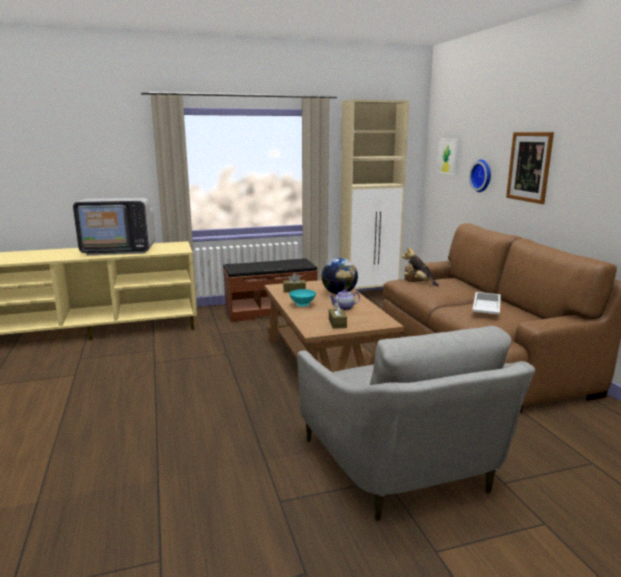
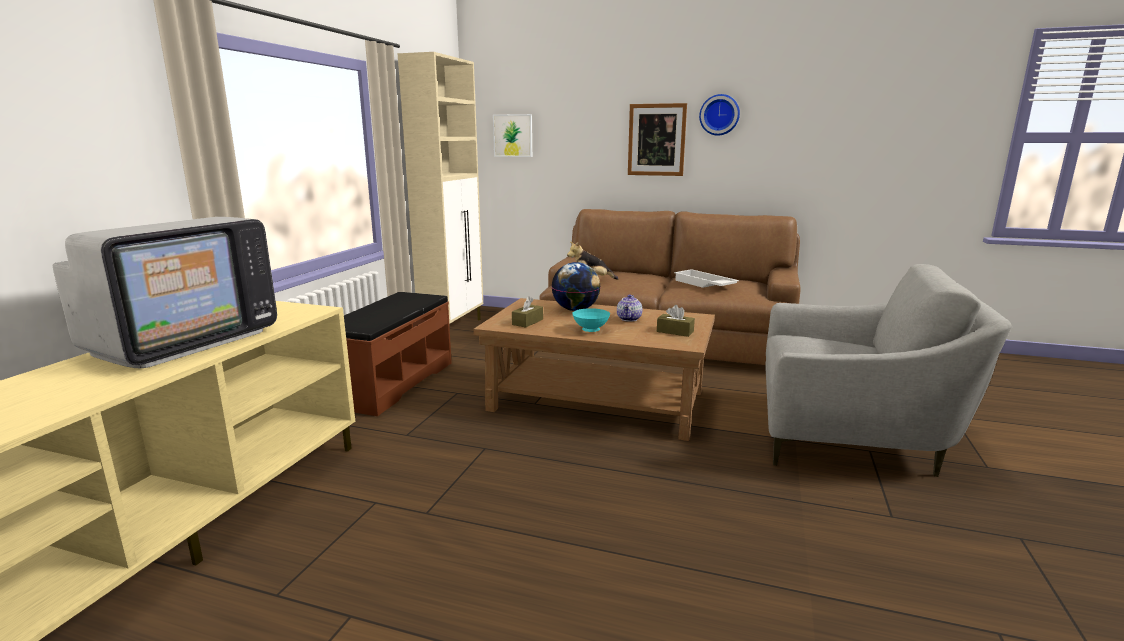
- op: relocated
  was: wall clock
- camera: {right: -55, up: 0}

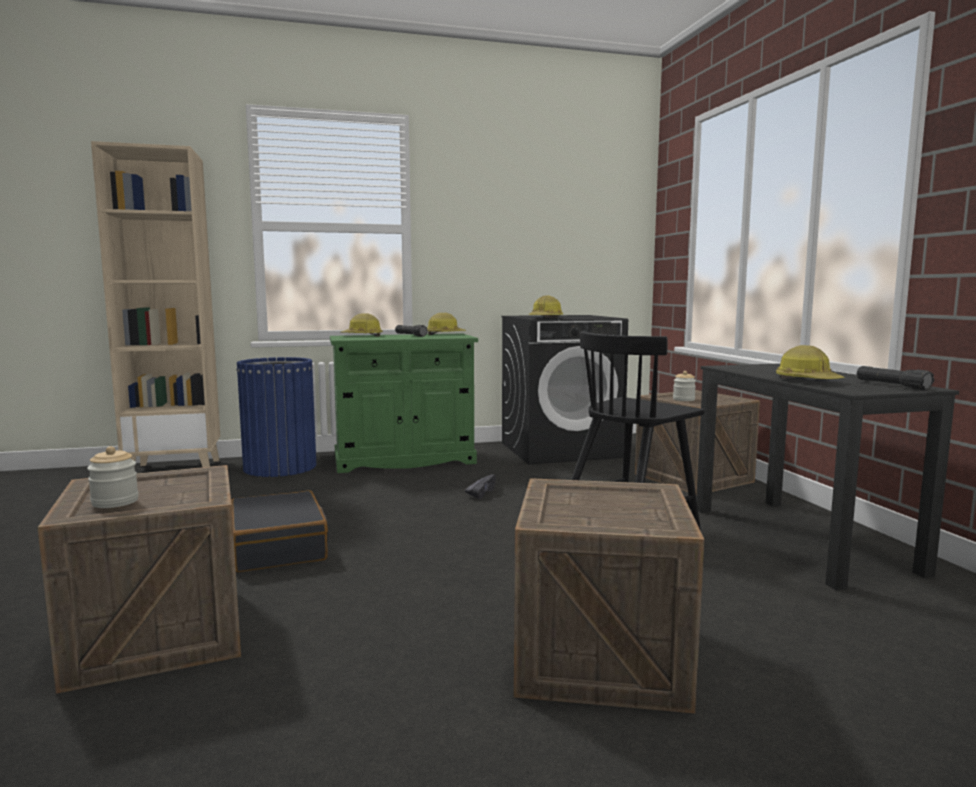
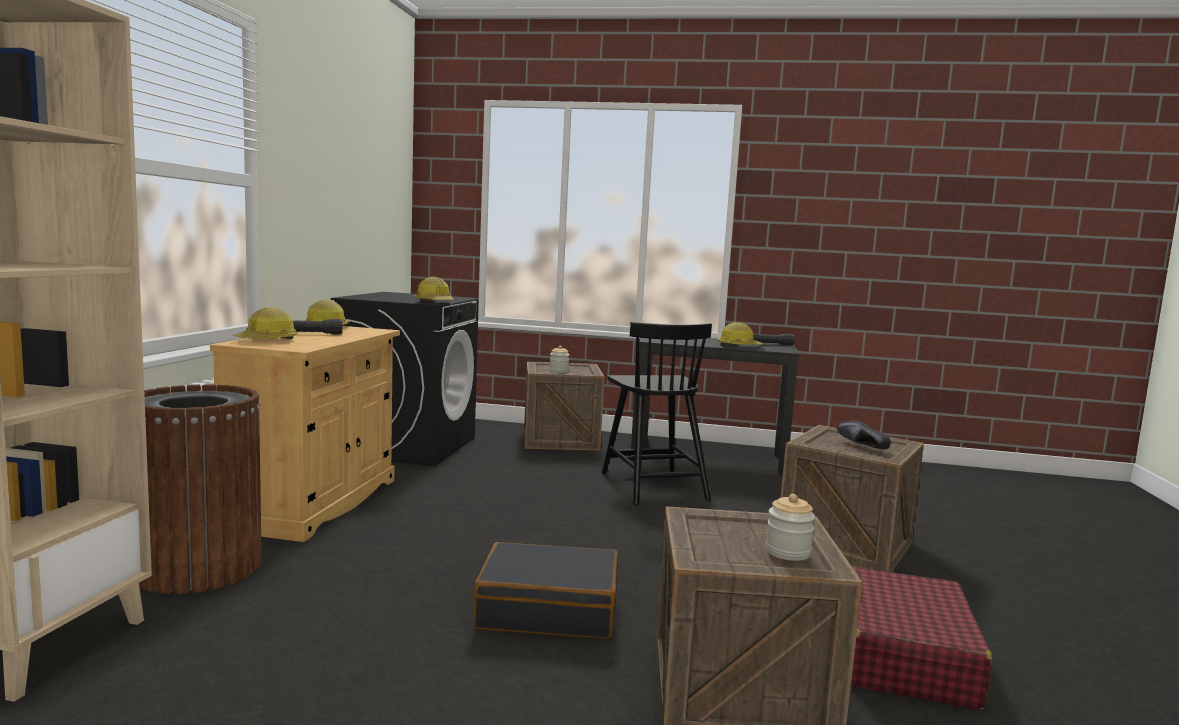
- op: colour
  was: trash can in blue
  now: trash can in brown
- op: colour
  was: cabinet in green
  now: cabinet in beige
- op: relocated
  was: shoe in black
- op: appeared
  now: suitcase in red
- camera: {right: -65, up: 0}

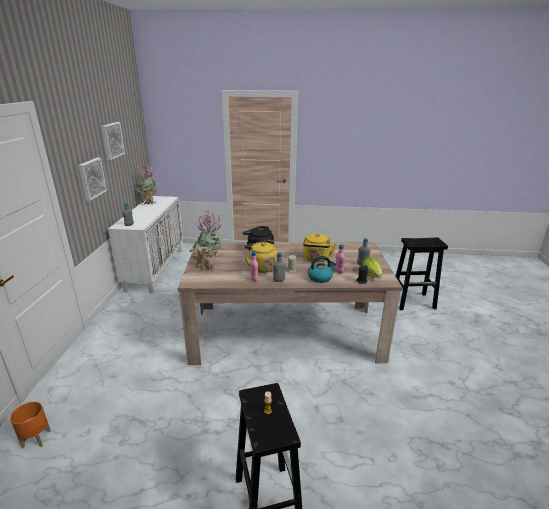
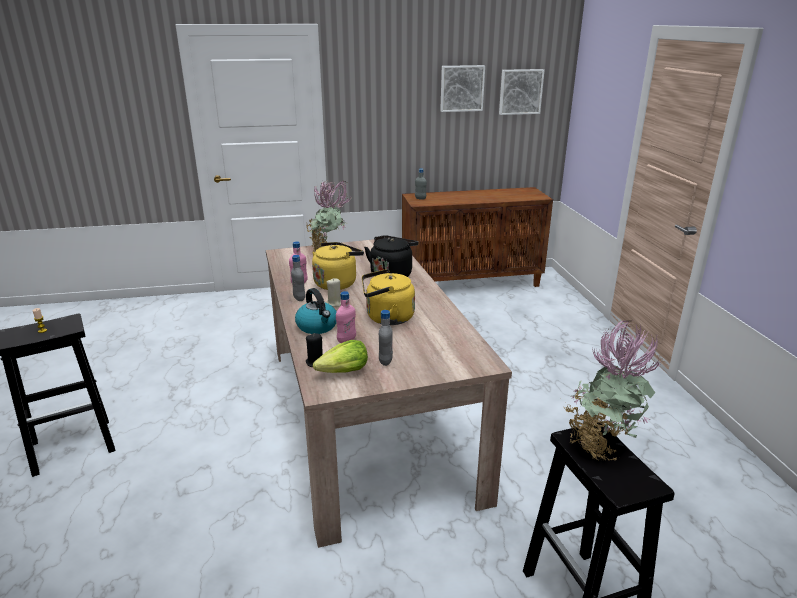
- op: colour
  was: cabinet in white
  now: cabinet in brown
- op: relocated
  was: picture (no. 1 from left in the first image)
  now: picture (no. 2 from left)
- op: relocated
  was: potted plant (no. 1 from left in the first image)
  now: potted plant (no. 2 from left)
- op: missing
  was: planter in orange
- camera: {right: 75, up: 0}

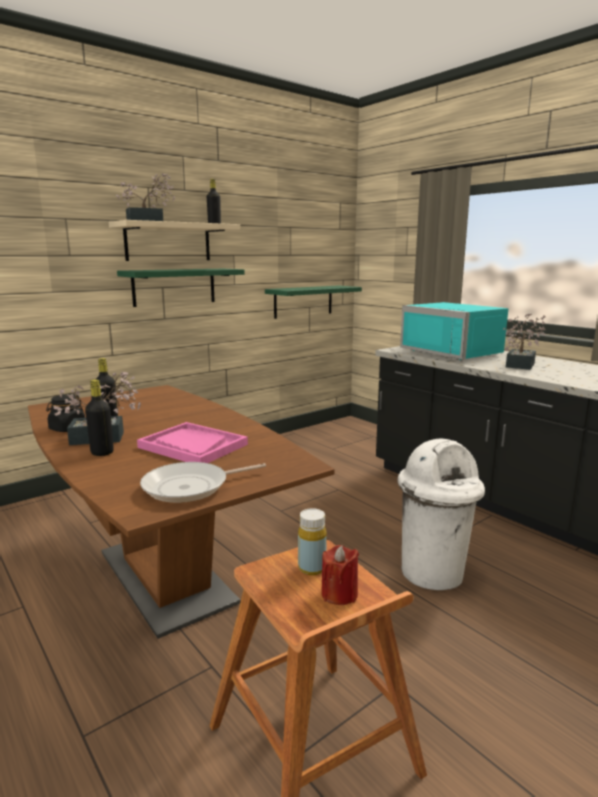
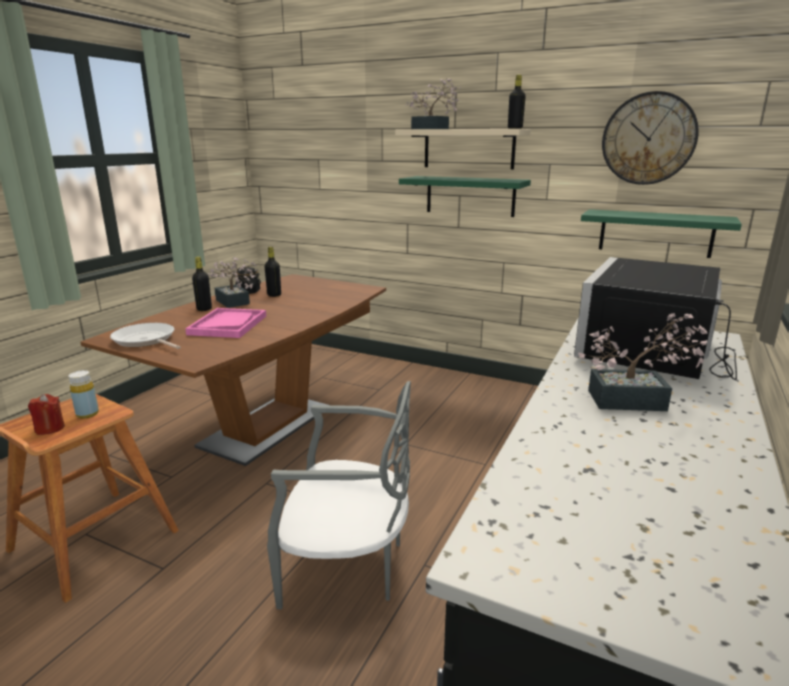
- op: exchanged
  was: trash can in white
  now: chair in grey
- op: colour
  was: microwave in turquoise
  now: microwave in black
- op: appeared
  now: wall clock
- camera: {right: 65, up: 5}

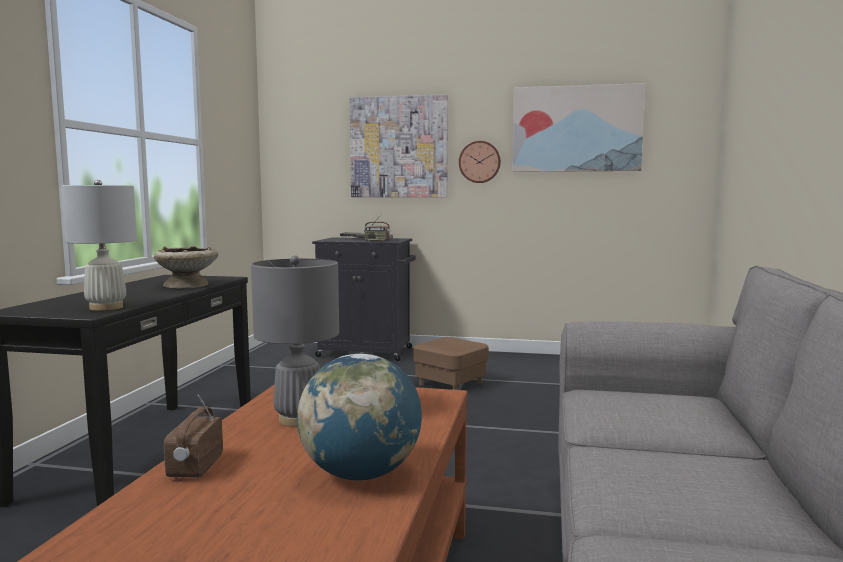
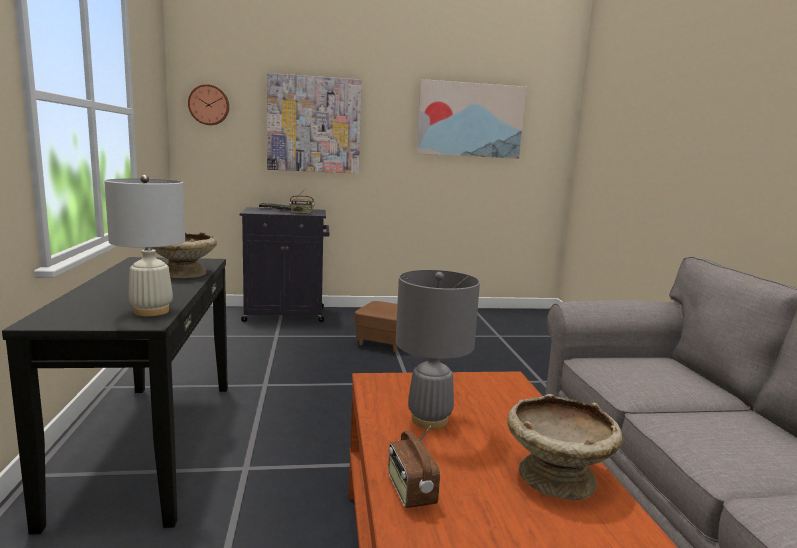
- op: relocated
  was: wall clock
- op: exchanged
  was: globe
  now: bowl in beige (no. 2 from left)
- camera: {right: -20, up: 5}

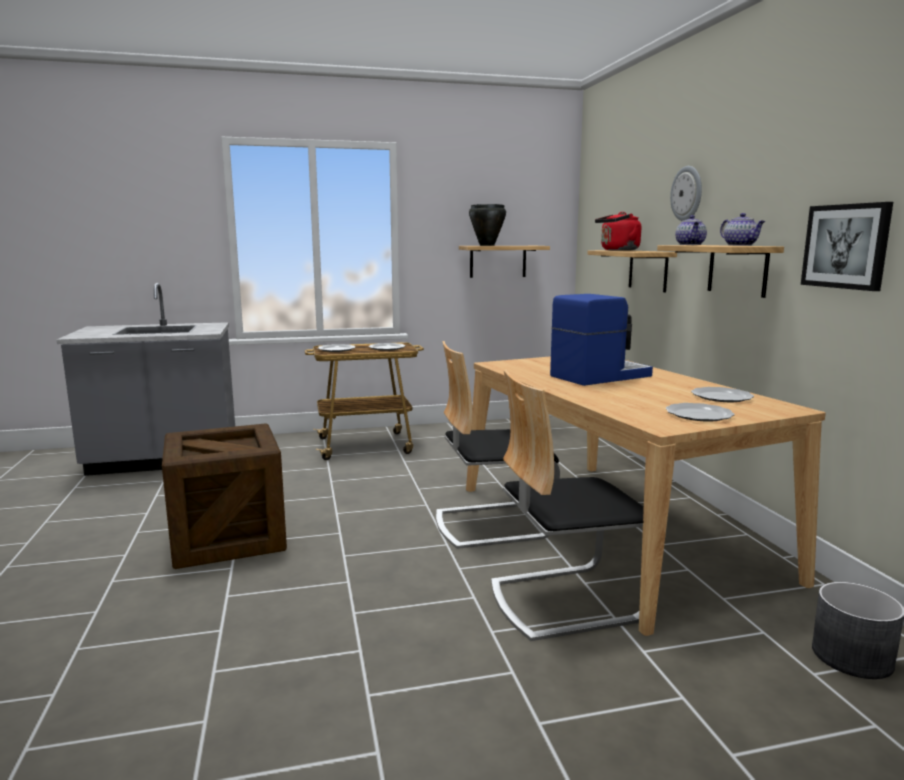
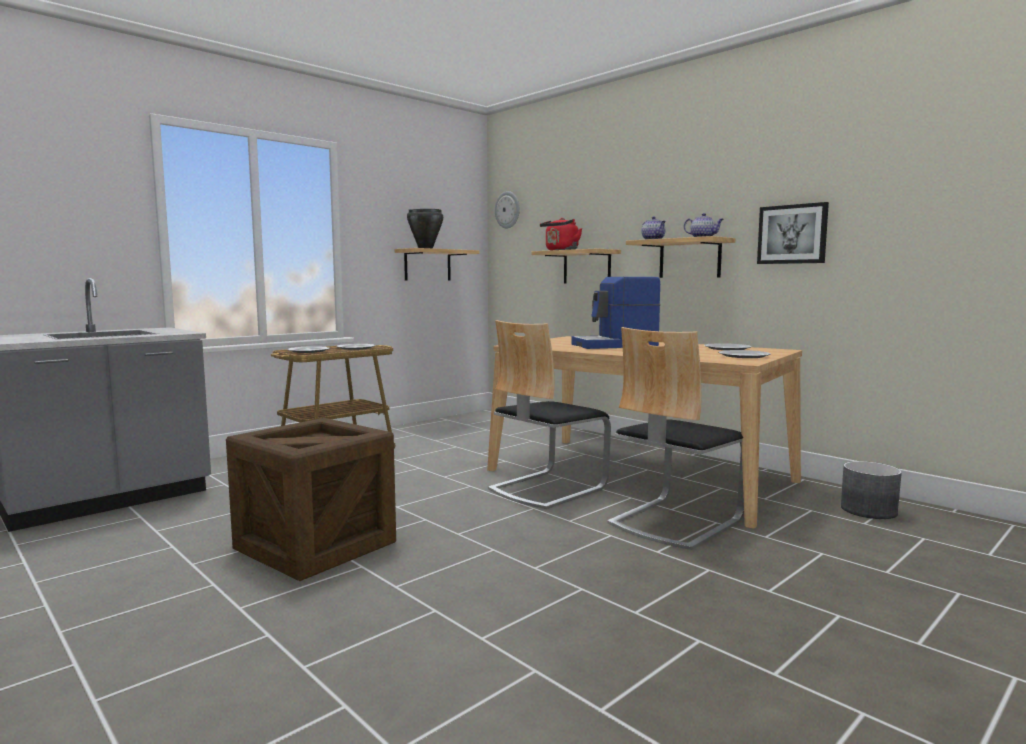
- op: relocated
  was: wall clock
- op: spun
  was: coffee machine
  clockwise: -135
- camera: {right: -30, up: -5}

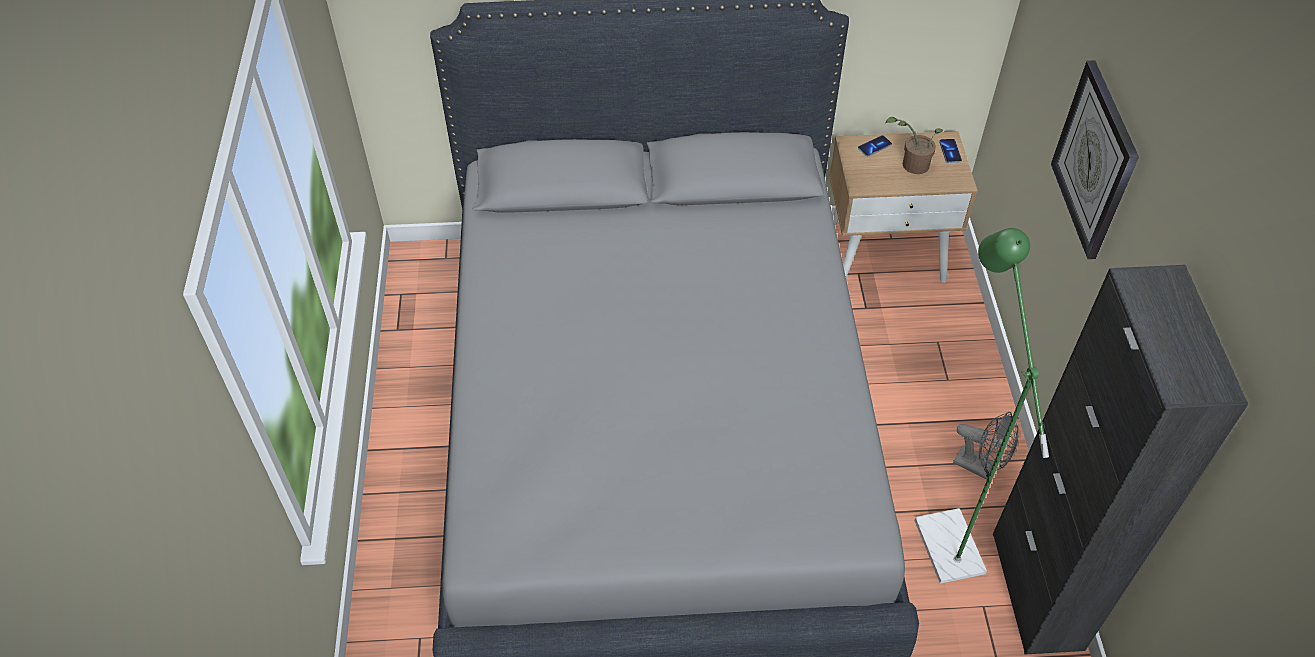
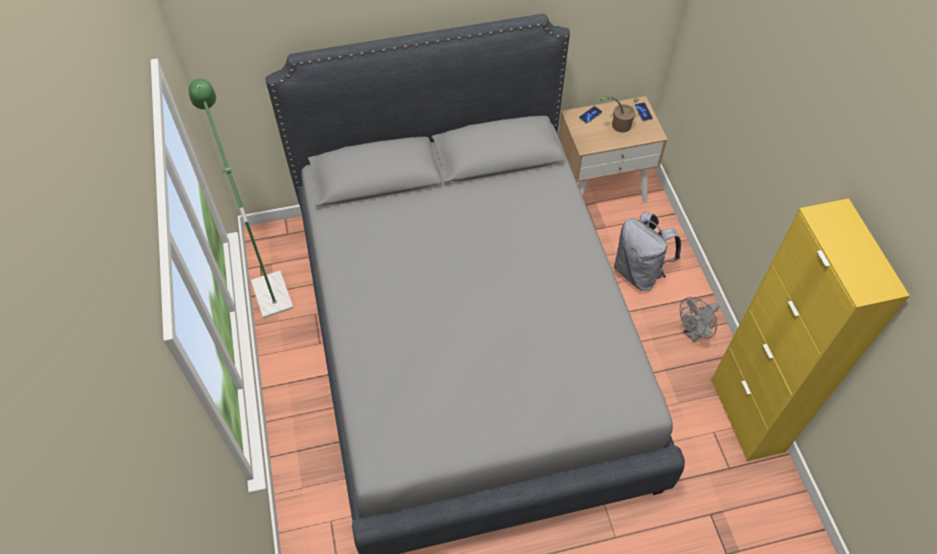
- op: relocated
  was: floor lamp in green
- op: appeared
  now: backpack in grey
- op: spun
  was: fan in grey
  clockwise: 120
- op: colour
  was: cabinet in black
  now: cabinet in yellow
- op: missing
  was: wall clock
- camera: {right: -10, up: 5}

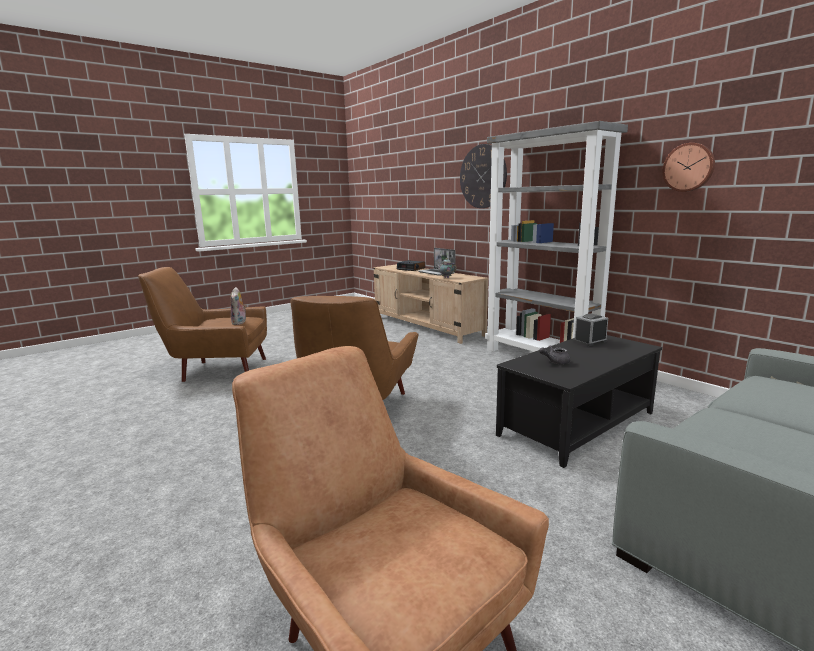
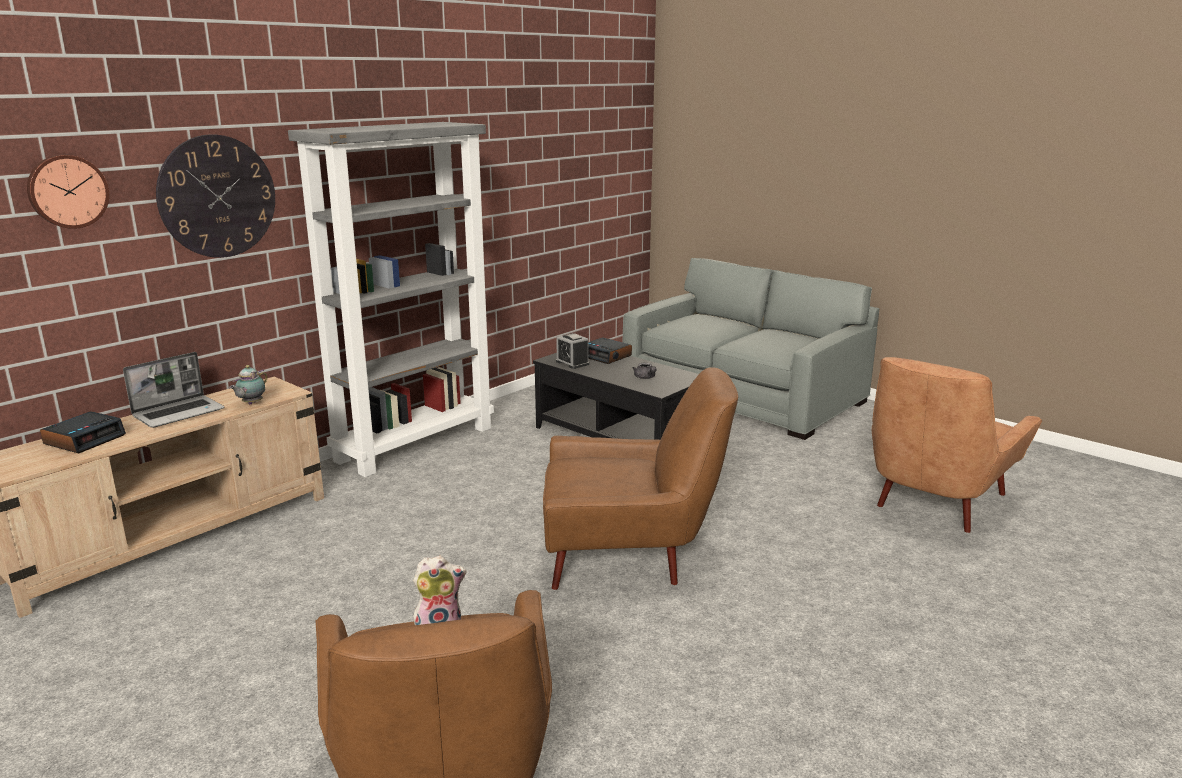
- op: relocated
  was: wall clock (no. 2 from left in the first image)
  now: wall clock (no. 1 from left)
- op: appeared
  now: alarm clock (no. 3 from left)
- camera: {right: -100, up: 5}

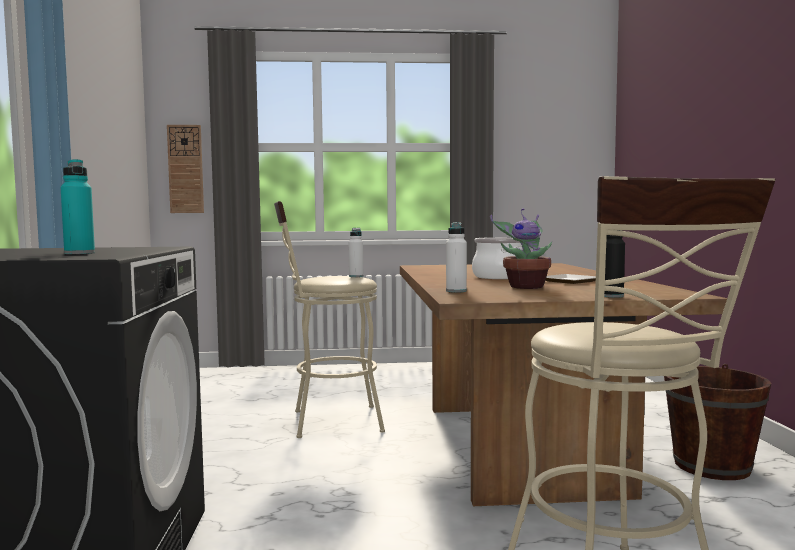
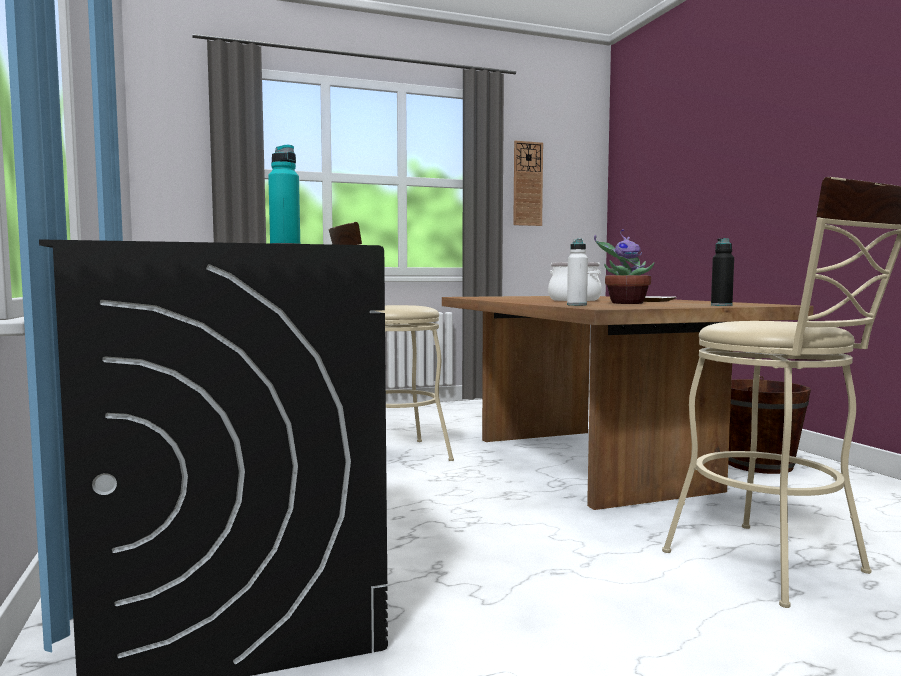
- op: relocated
  was: wall clock
- op: missing
  was: bottle in white (no. 1 from left)
- camera: {right: -15, up: 0}

